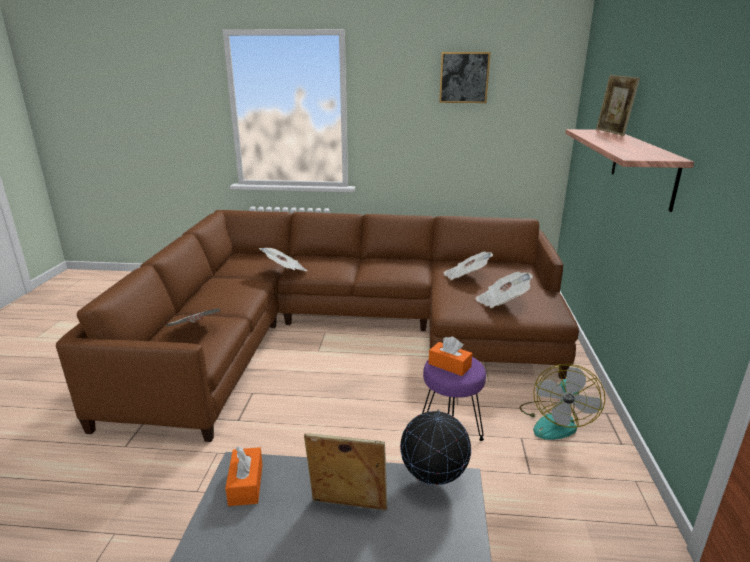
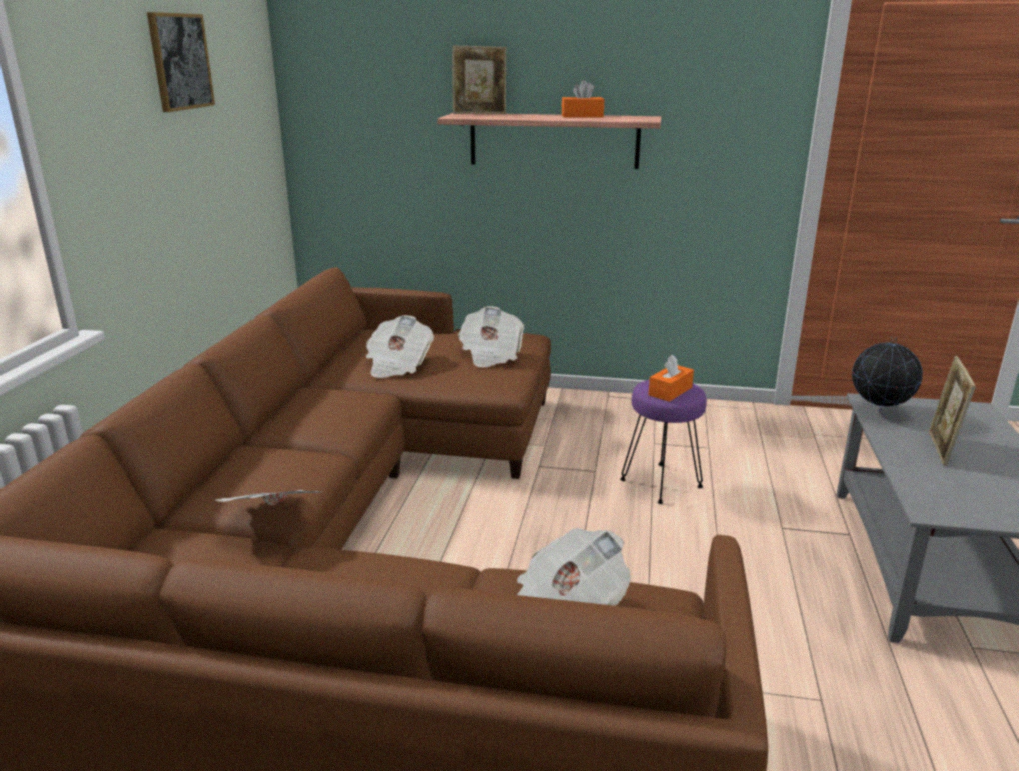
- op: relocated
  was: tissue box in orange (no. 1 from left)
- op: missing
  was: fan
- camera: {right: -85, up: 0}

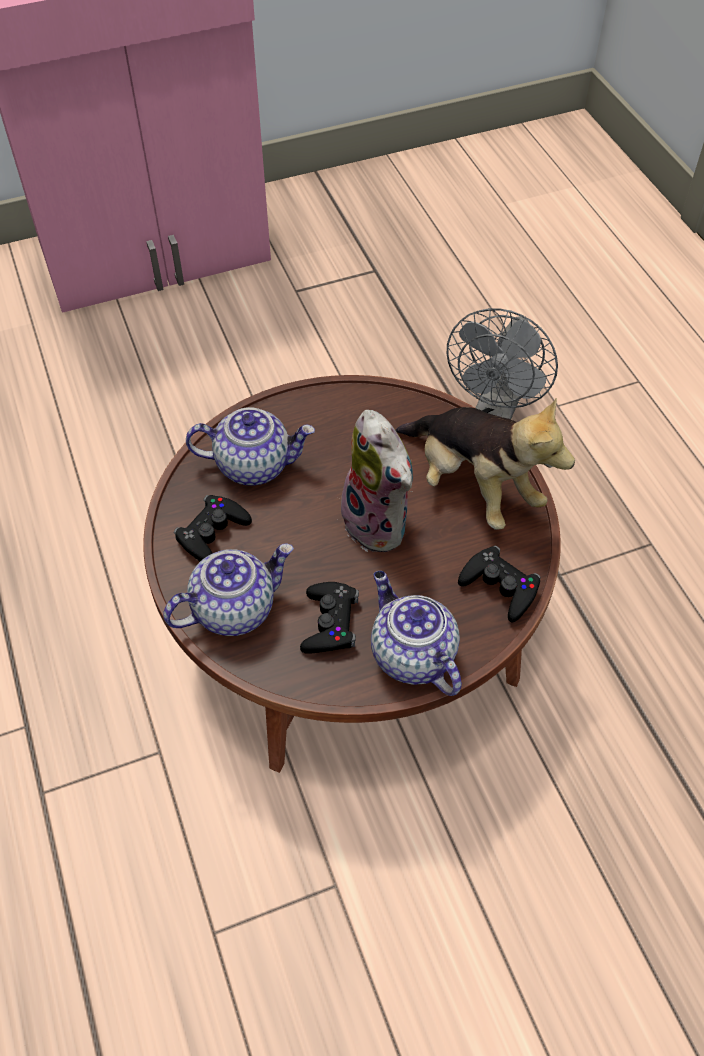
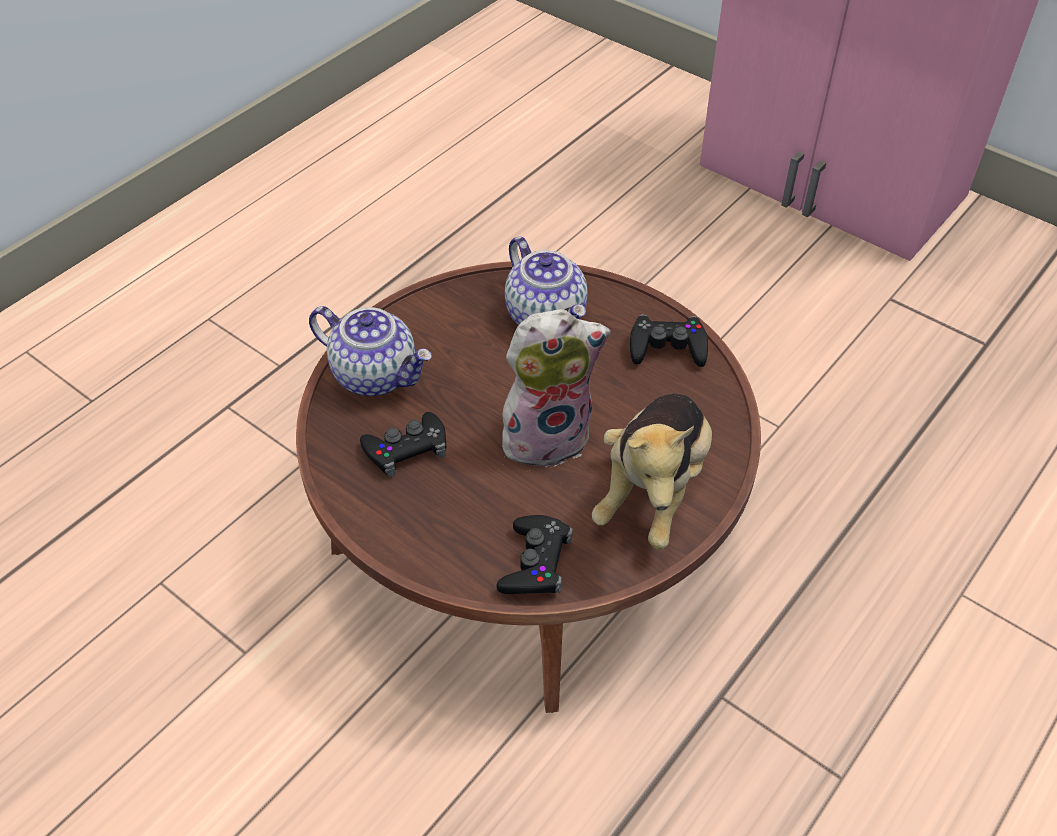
- op: spun
  was: plush toy (no. 1 from left)
  clockwise: -135
- op: relocated
  was: game controller in black (no. 1 from left in the first image)
  now: game controller in black (no. 3 from left)
- op: missing
  was: teapot (no. 3 from left)
- op: missing
  was: fan in grey
- camera: {right: 60, up: -5}

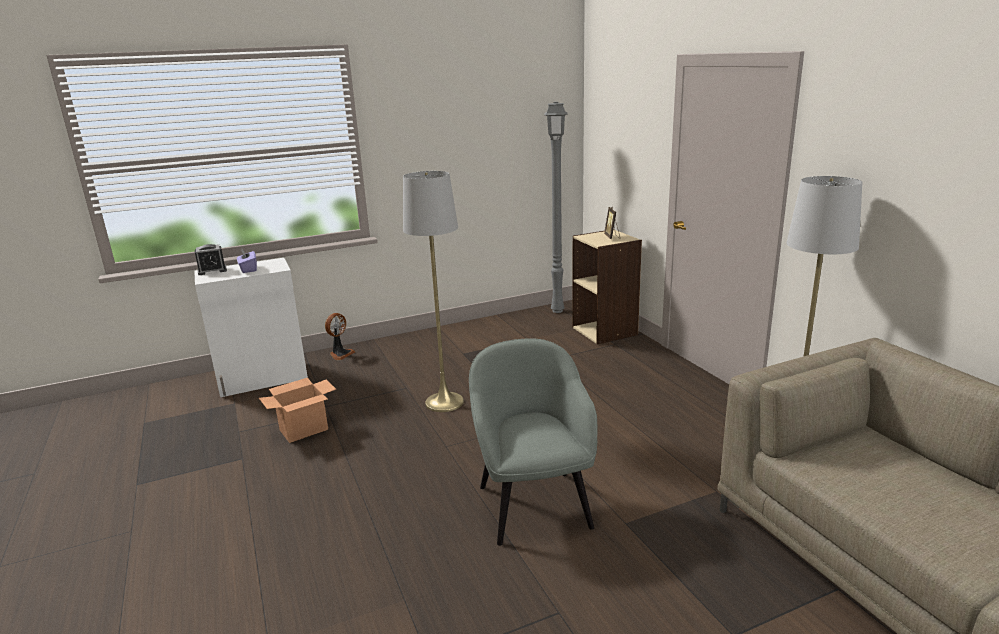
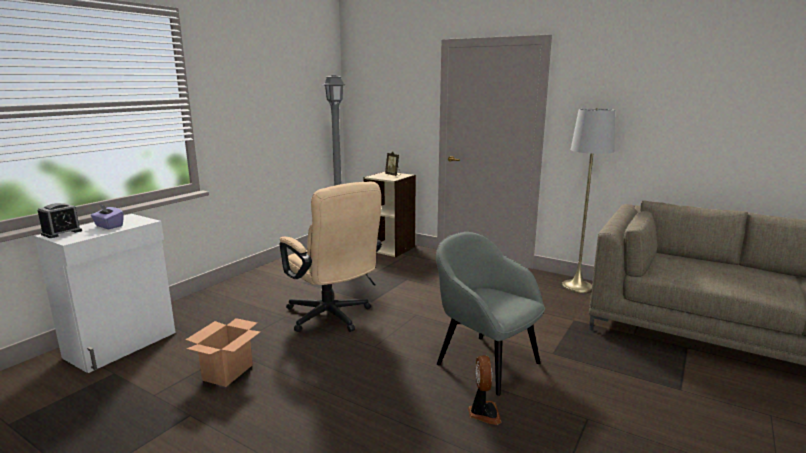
- op: exchanged
  was: floor lamp in grey (no. 1 from left)
  now: office chair in beige
- op: relocated
  was: fan
- camera: {right: -35, up: -5}

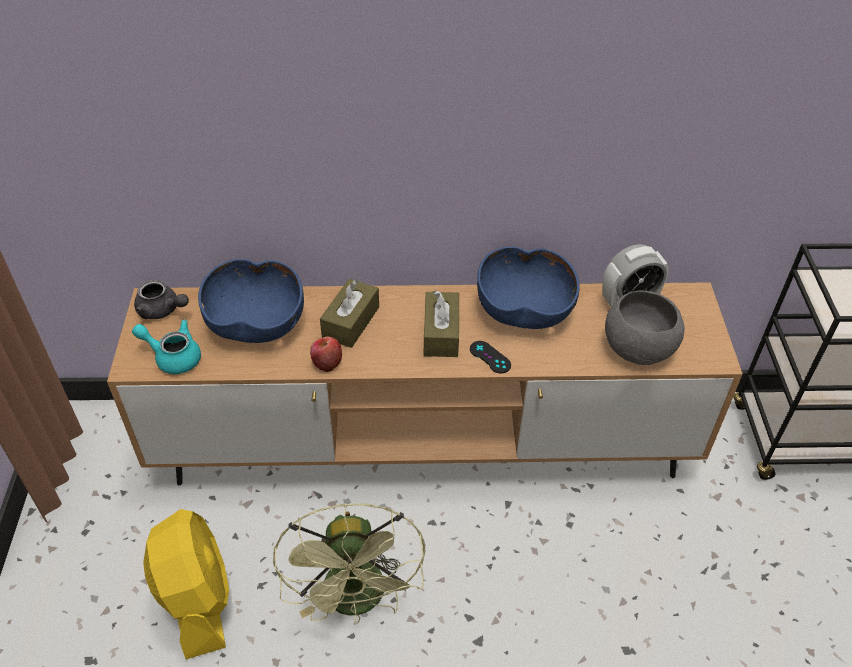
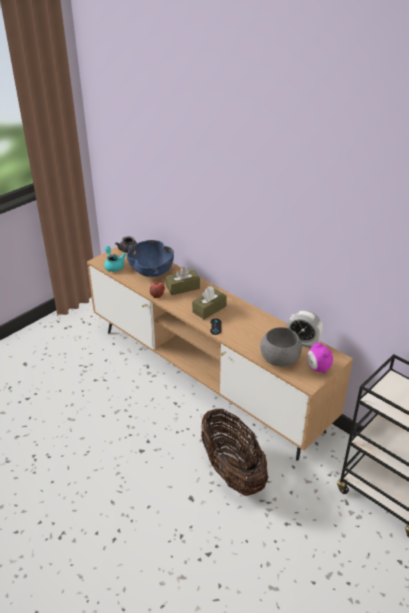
- op: appeared
  now: basket
- op: appeared
  now: alarm clock (no. 2 from left)
- op: missing
  was: fan in yellow
- op: missing
  was: fan in green
- op: missing
  was: bowl in blue (no. 2 from left)
- camera: {right: 45, up: -10}

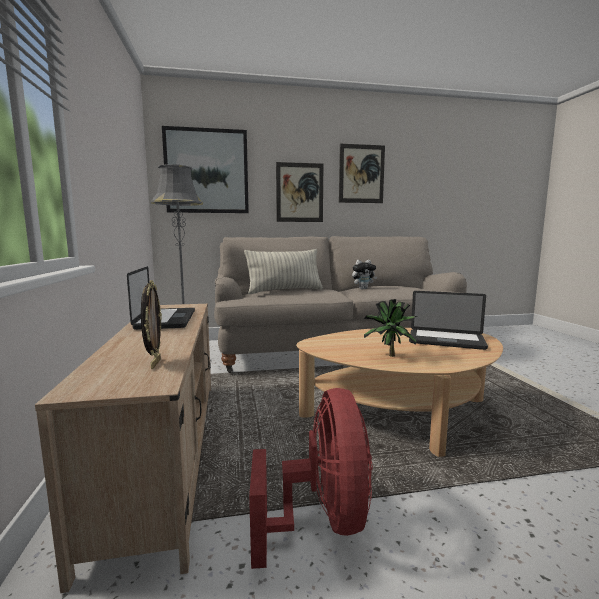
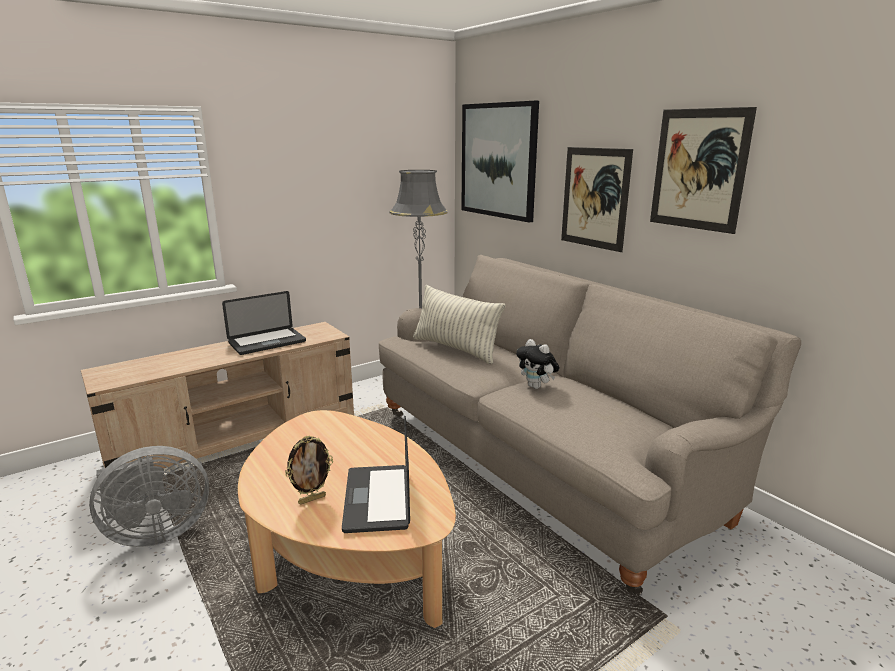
- op: colour
  was: fan in red
  now: fan in grey
- op: relocated
  was: picture frame
- op: missing
  was: potted plant
- camera: {right: 65, up: 10}

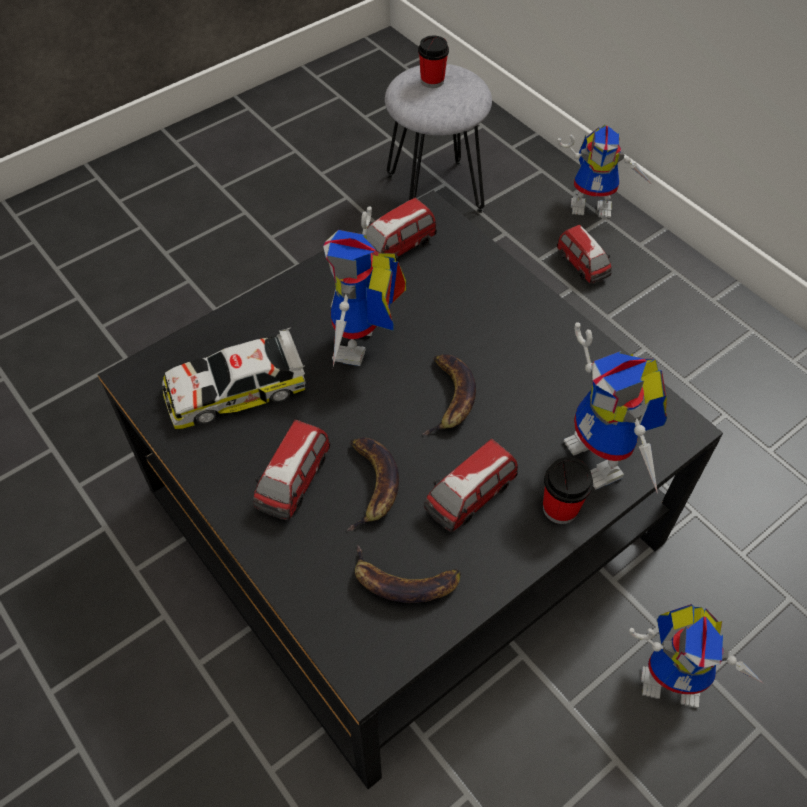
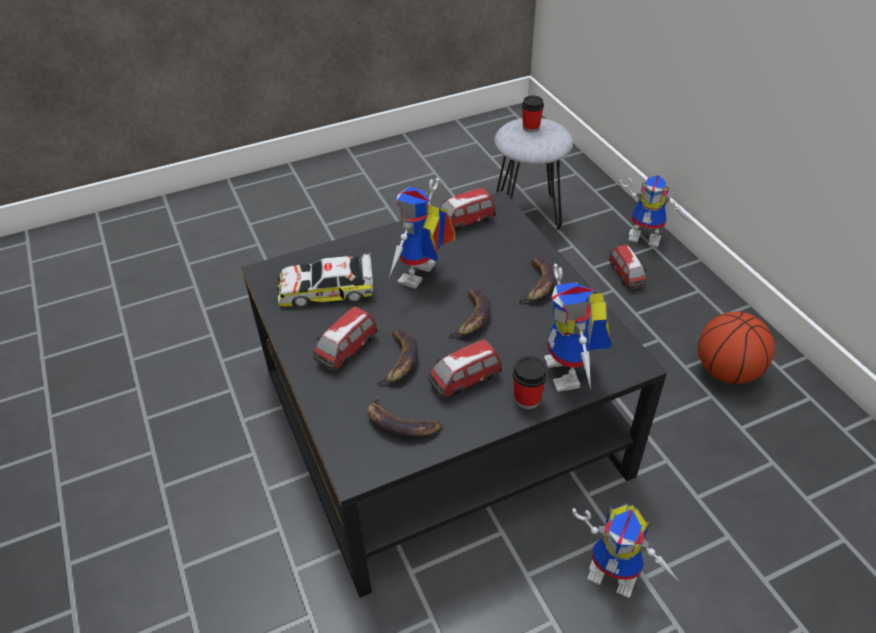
- op: appeared
  now: banana (no. 4 from left)
- op: appeared
  now: basketball
- camera: {right: 15, up: -10}

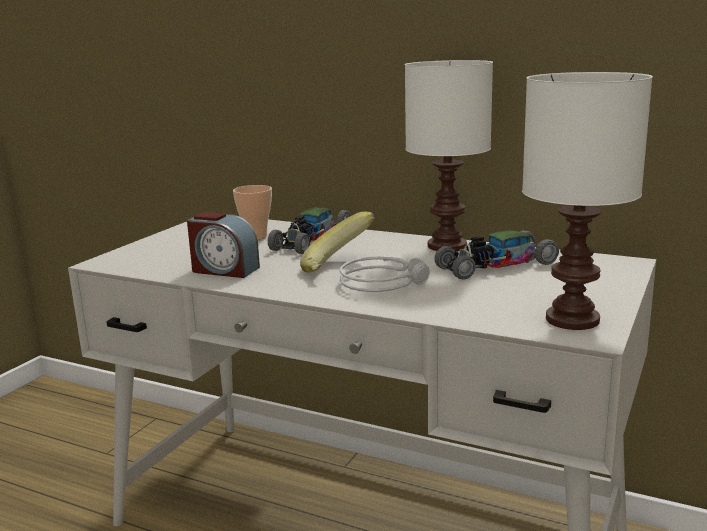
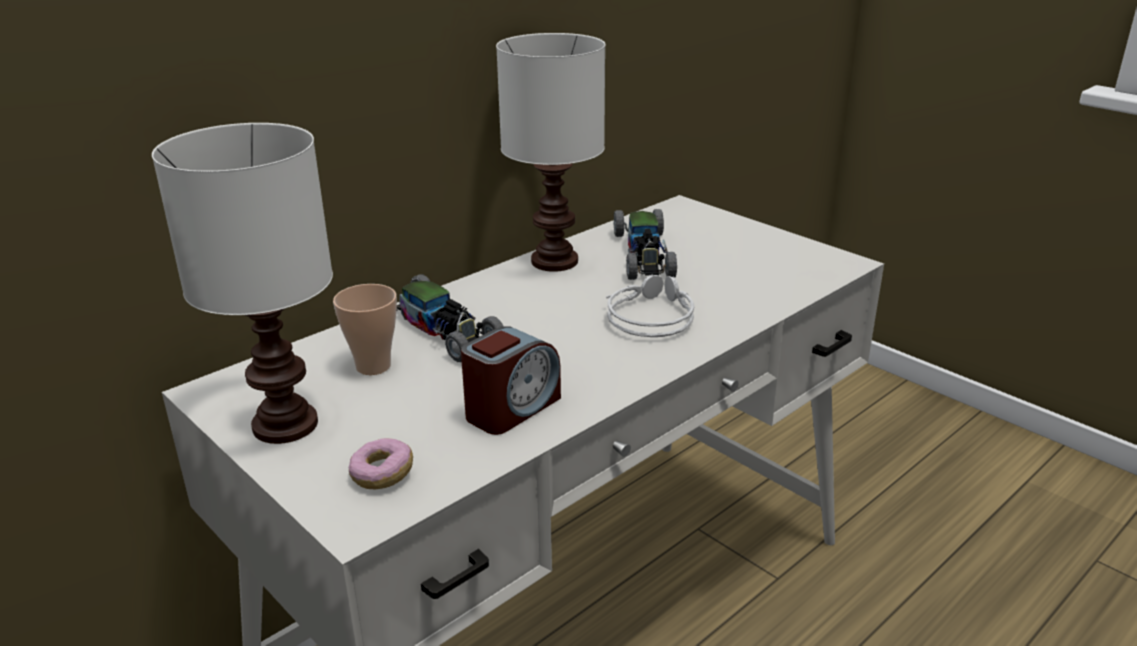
- op: relocated
  was: table lamp in white (no. 2 from left in the first image)
  now: table lamp in white (no. 1 from left)
- op: appeared
  now: donut
- op: missing
  was: banana
- camera: {right: -70, up: 10}

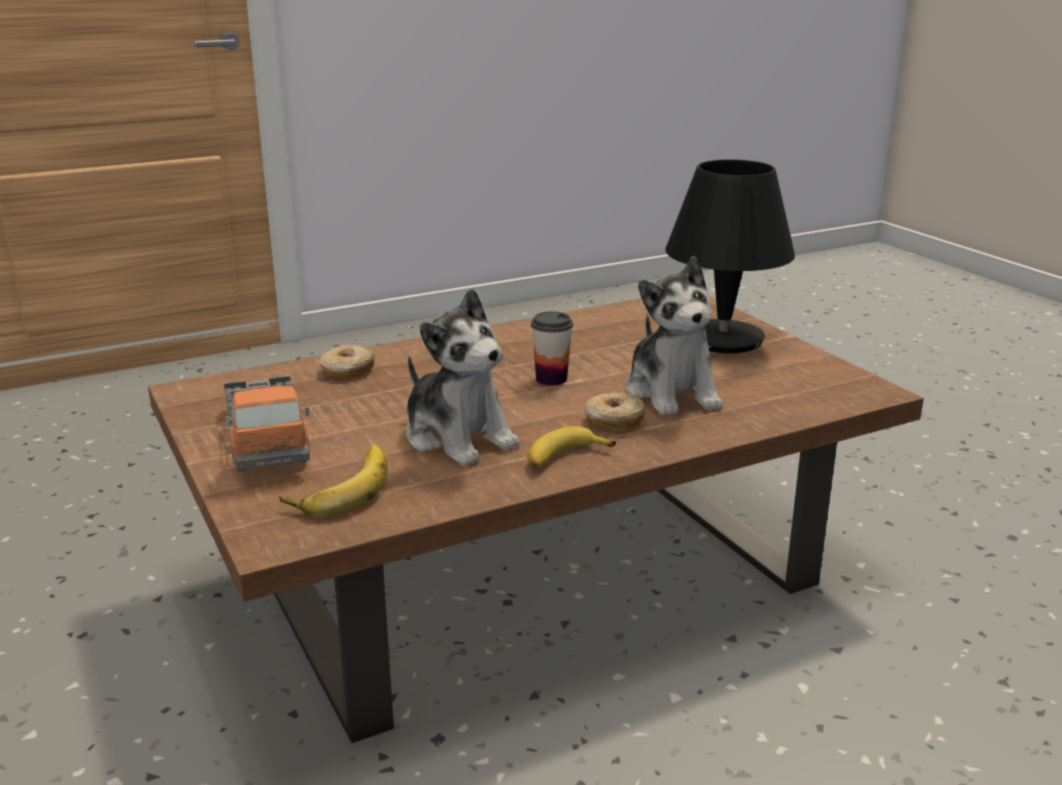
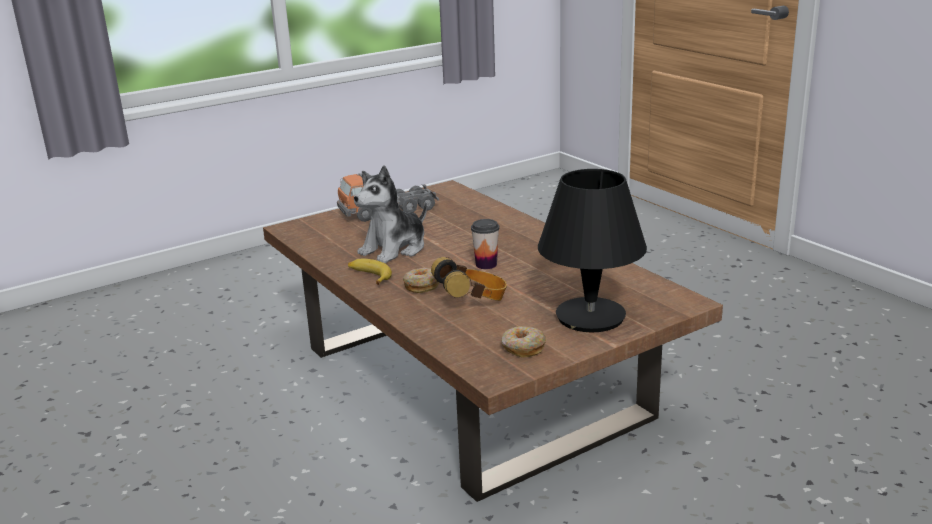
- op: exchanged
  was: plush toy (no. 2 from left)
  now: headphones
- op: relocated
  was: donut (no. 1 from left in the first image)
  now: donut (no. 2 from left)
- op: missing
  was: banana (no. 1 from left)
- camera: {right: 85, up: 0}

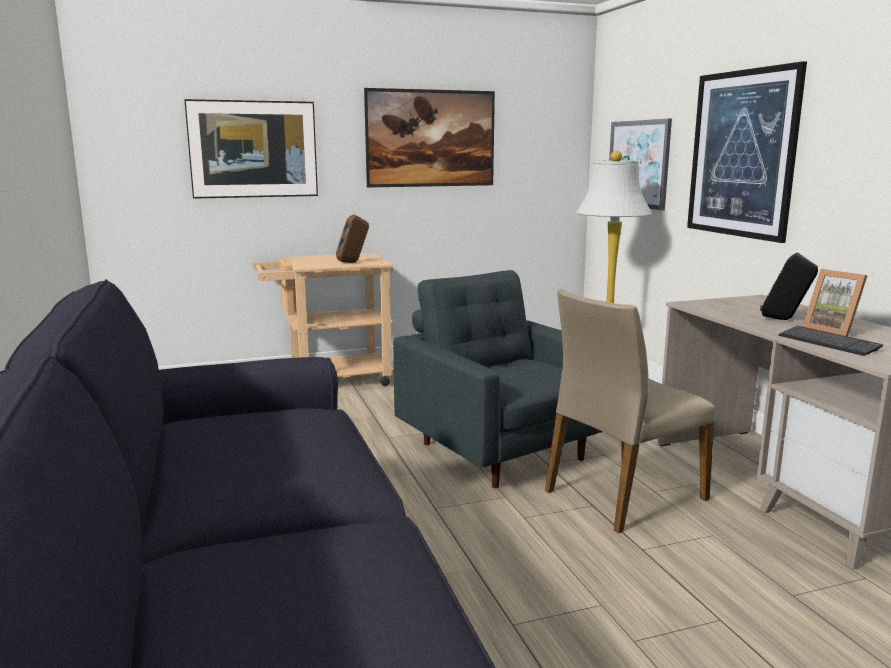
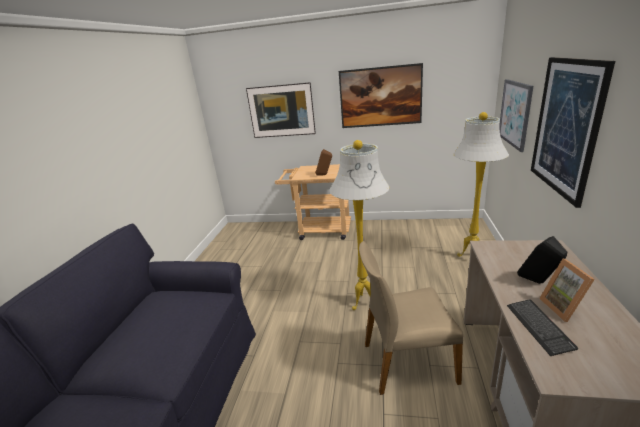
- op: exchanged
  was: armchair in grey
  now: floor lamp in white (no. 1 from left)
- camera: {right: 30, up: 10}

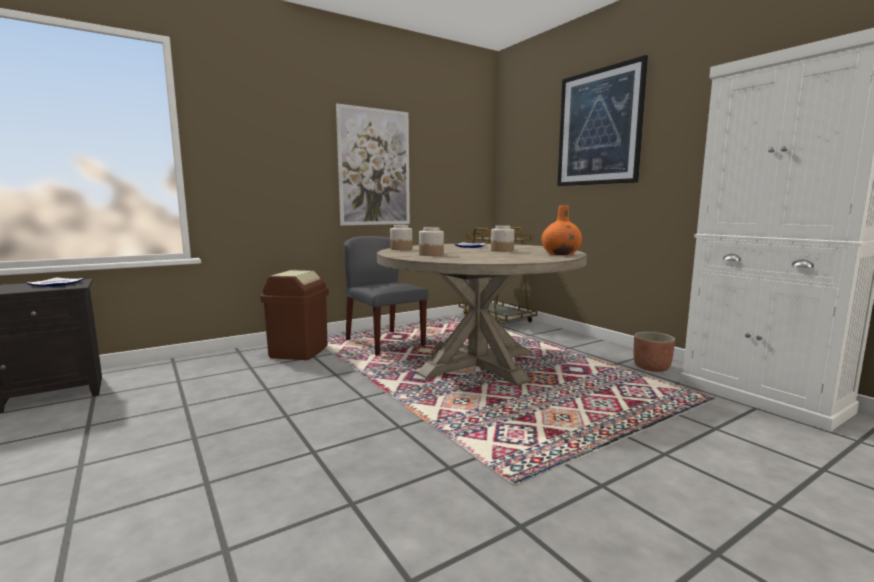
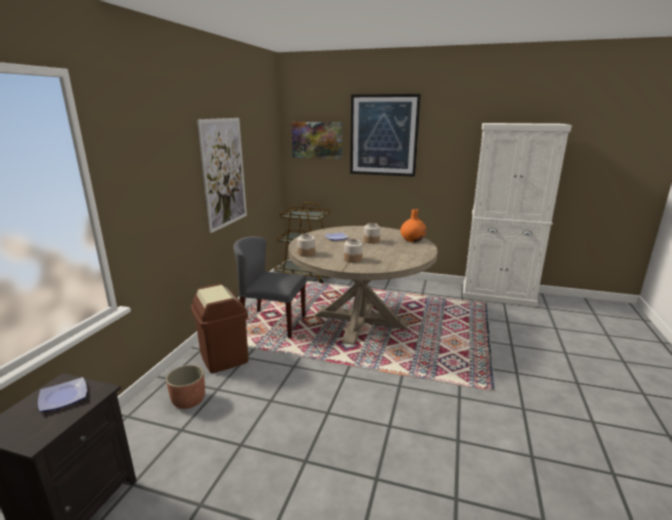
- op: relocated
  was: planter
- op: appeared
  now: picture (no. 2 from left)
- camera: {right: -40, up: 10}

